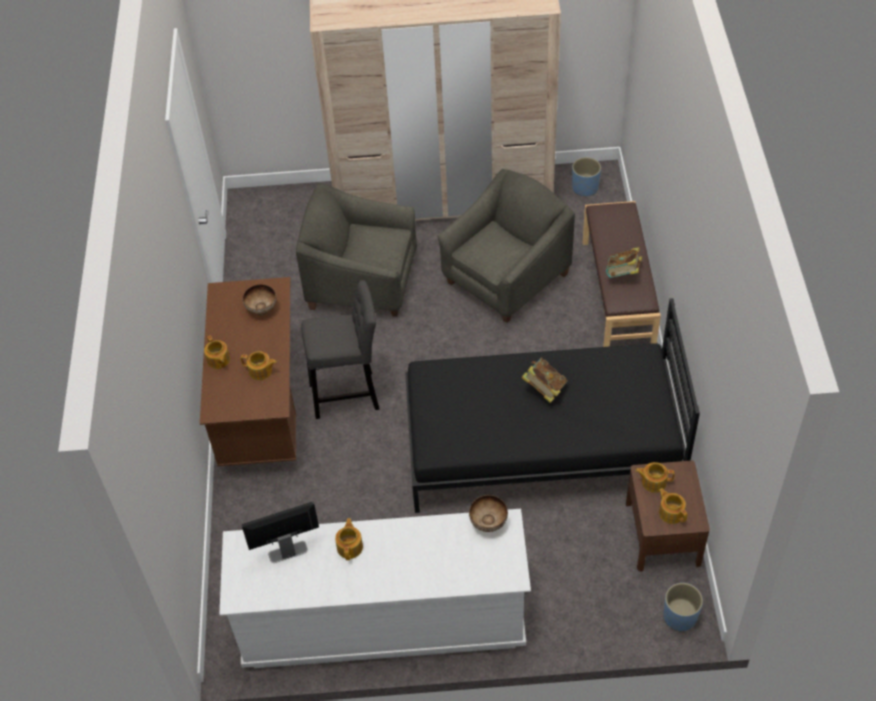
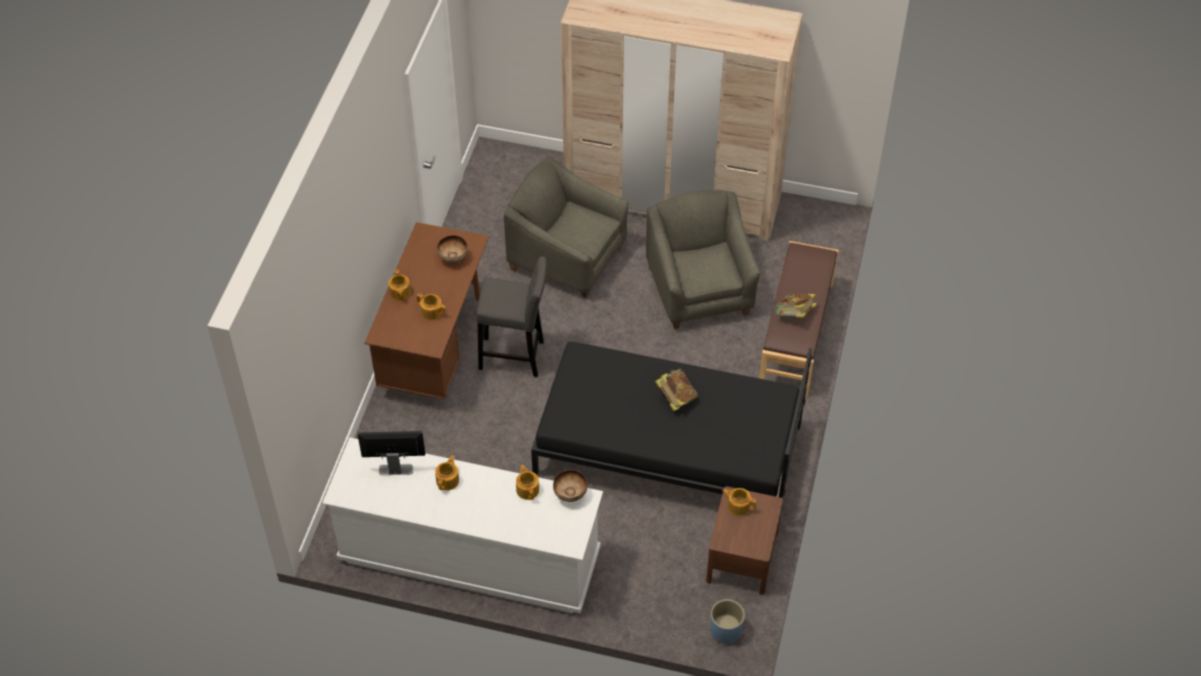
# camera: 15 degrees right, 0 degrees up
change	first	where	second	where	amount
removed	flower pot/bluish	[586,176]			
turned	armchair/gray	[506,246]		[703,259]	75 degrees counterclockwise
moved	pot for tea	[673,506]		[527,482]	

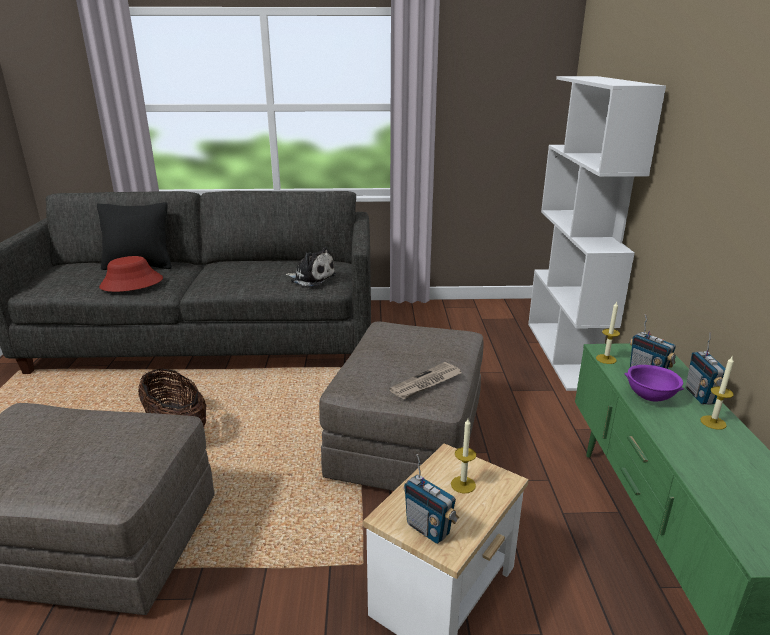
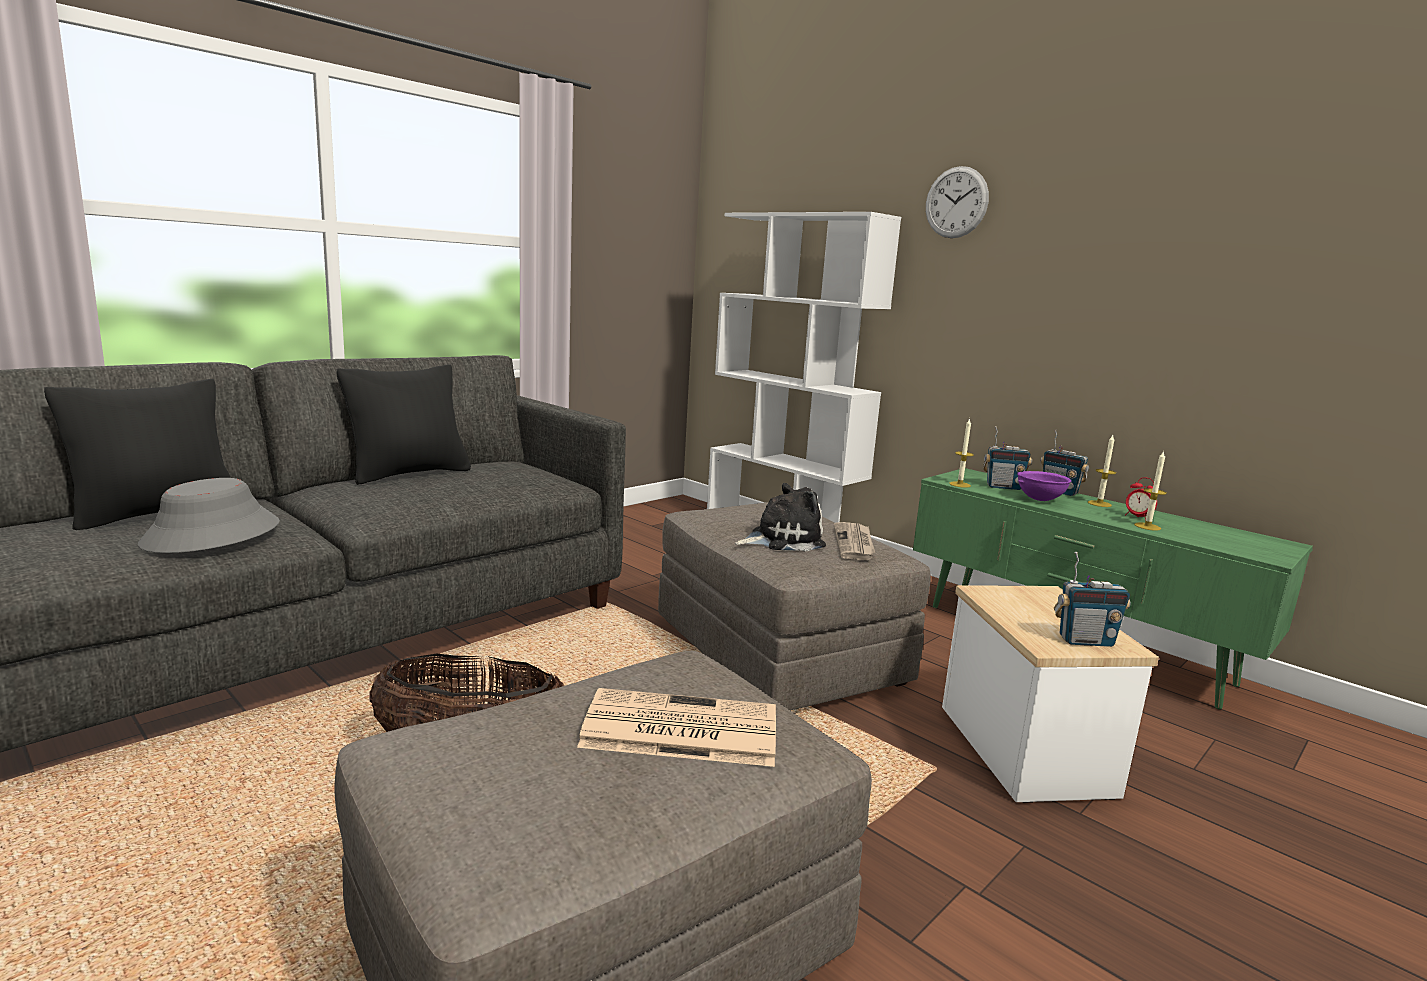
# camera: 45 degrees left, 10 degrees down
change	first	where	second	where	amount
moved	cuddly toy	[311,266]		[780,517]	
recoloured	clothing hat/red-coloured	[131,274]	clothing hat/gray	[209,515]	
moved	wax candle	[463,456]		[1150,490]	
added			wall clock	[957,202]	
added			cushion/black-coloured	[404,424]	
added			alarm clock	[1141,498]	
added			newspaper	[676,727]	

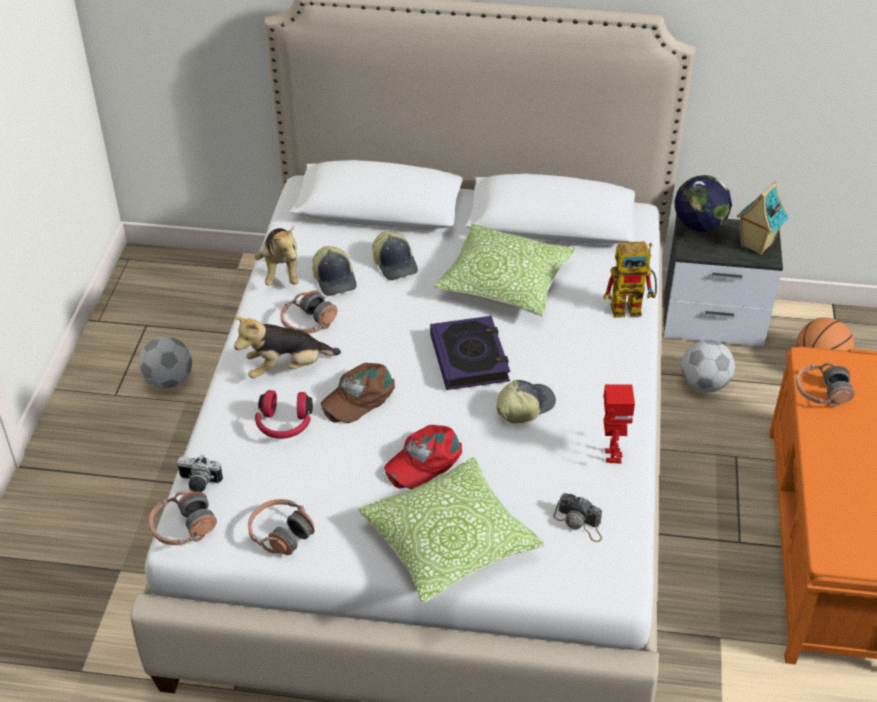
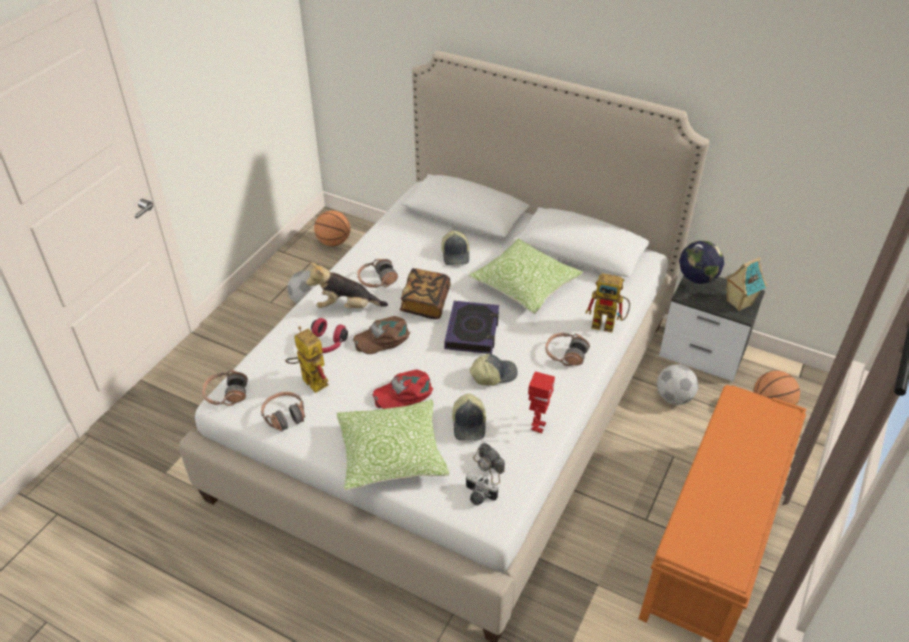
# camera: 20 degrees right, 0 degrees up
change	first	where	second	where	amount
removed	cuddly toy	[276,256]			
moved	peaked cap	[334,271]		[469,417]	
moved	headset	[825,385]		[567,349]	
moved	still camera	[200,473]		[482,488]	
added			basketball	[332,228]	
added			book	[425,294]	
added			model robot	[307,359]	

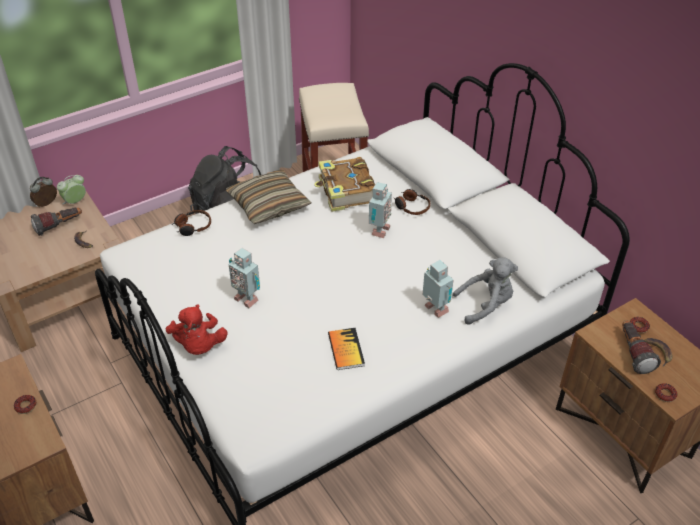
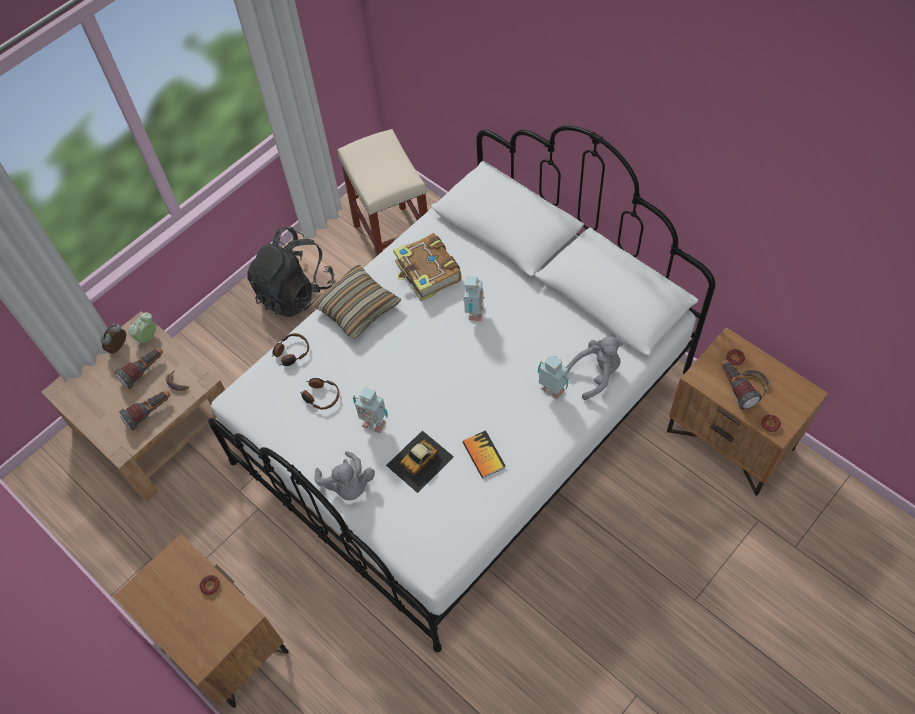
# camera: 10 degrees left, 15 degrees up
change	first	where	second	where	amount
moved	headset	[412,202]		[319,393]	
recoloured	cuddly toy/red-coloured	[196,329]	cuddly toy/gray	[344,475]	
added			flashlight	[144,410]	
added			miniature car	[420,461]	

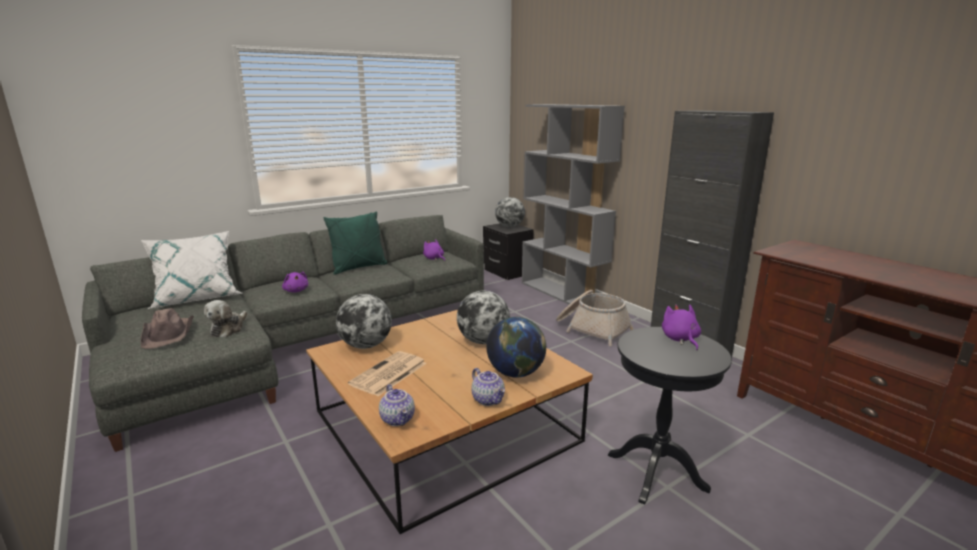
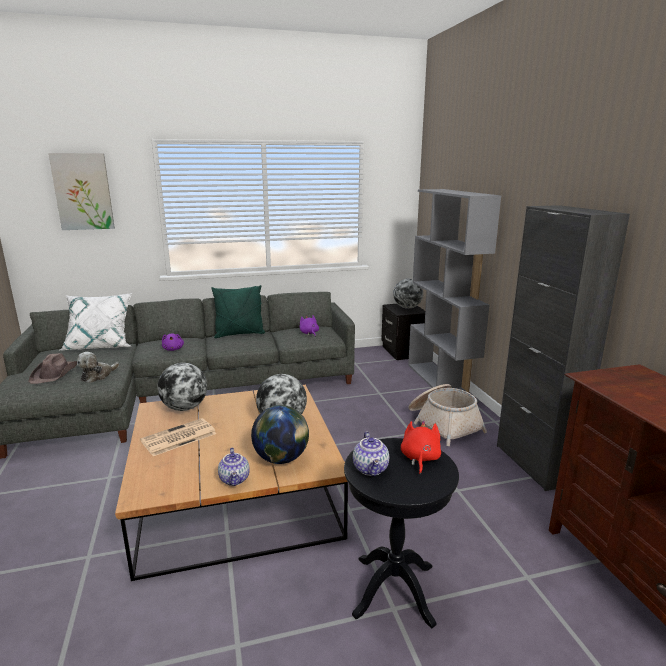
# camera: 20 degrees right, 0 degrees up
change	first	where	second	where	amount
recoloured	cuddly toy/purple	[681,327]	cuddly toy/red-coloured	[421,447]	
moved	pot for tea	[397,405]		[371,453]	
added			wall art	[81,191]	

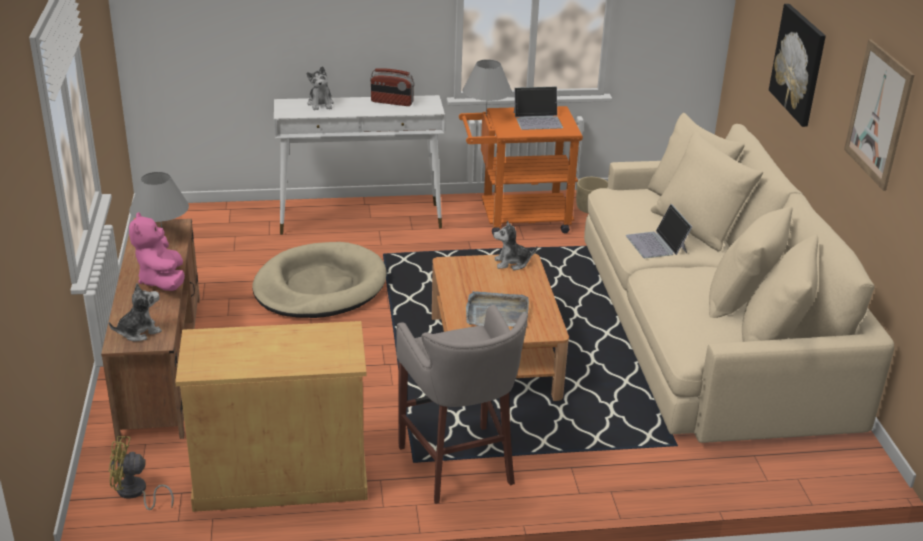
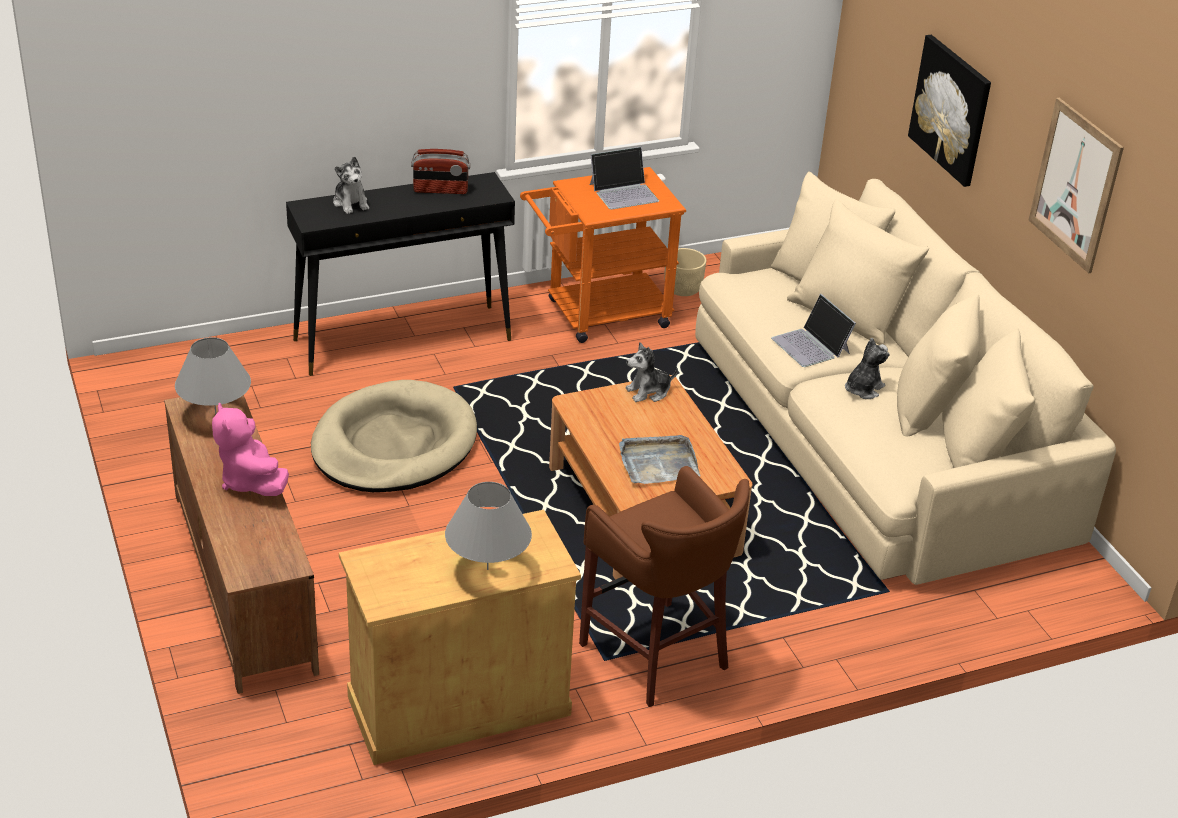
# camera: 15 degrees left, 5 degrees up
change	first	where	second	where	amount
moved	lamp for a table/gray	[487,87]		[488,526]	
recoloured	hall table/whitish	[359,165]	hall table/black-coloured	[400,274]	
moved	cuddly toy	[135,312]		[867,368]	
recoloured	stool seat/gray	[462,404]	stool seat/brown-coloured	[664,586]	
removed	electric fan/yellowish	[141,473]			

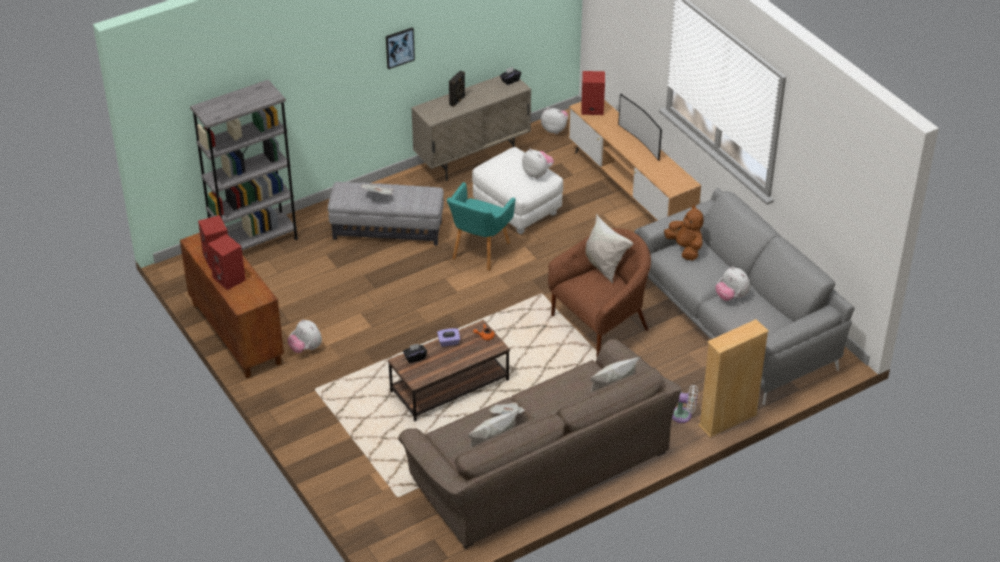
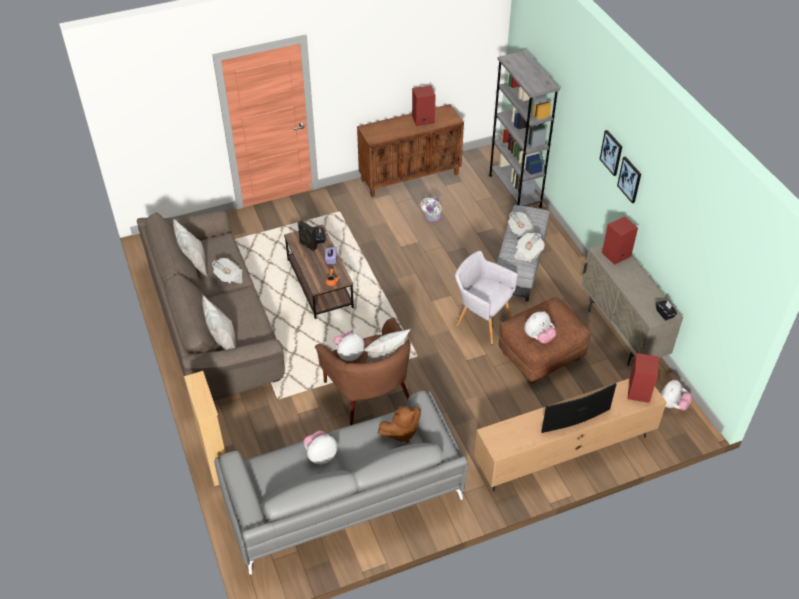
# camera: 100 degrees right, 5 degrees up
change	first	where	second	where	amount
moved	loudspeaker/black-coloured	[457,89]		[307,235]	
recoloured	footrest/whitish	[517,190]	footrest/brown-coloured	[545,340]	
recoloured	armchair/turquoise	[481,226]	armchair/gray	[486,297]	
moved	loudspeaker/red-coloured	[227,262]		[620,240]	
moved	cuddly toy	[305,336]		[349,346]	
moved	electric fan/whitish	[685,404]		[431,209]	
added			wall art	[611,153]	
added			newspaper	[529,247]	

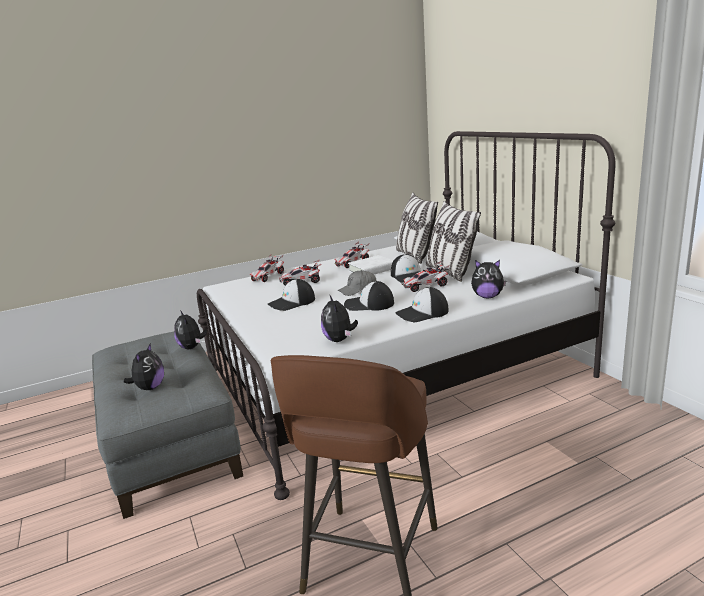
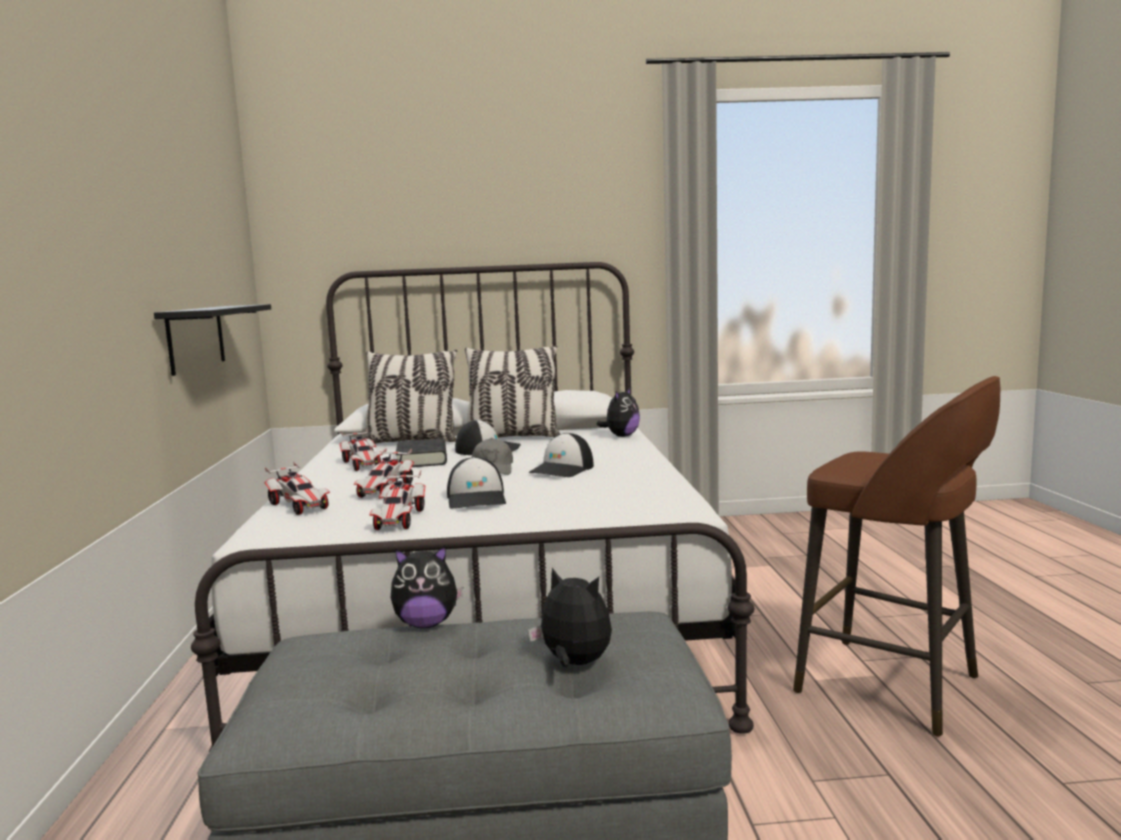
# camera: 70 degrees left, 10 degrees down
change	first	where	second	where	amount
recoloured	book/whitish	[371,264]	book/black-coloured	[421,452]	
moved	miniature car	[426,276]		[397,500]	
removed	peaked cap	[422,304]			
removed	cuddly toy	[339,318]			
added			wall shelf/black-coloured	[212,340]	

